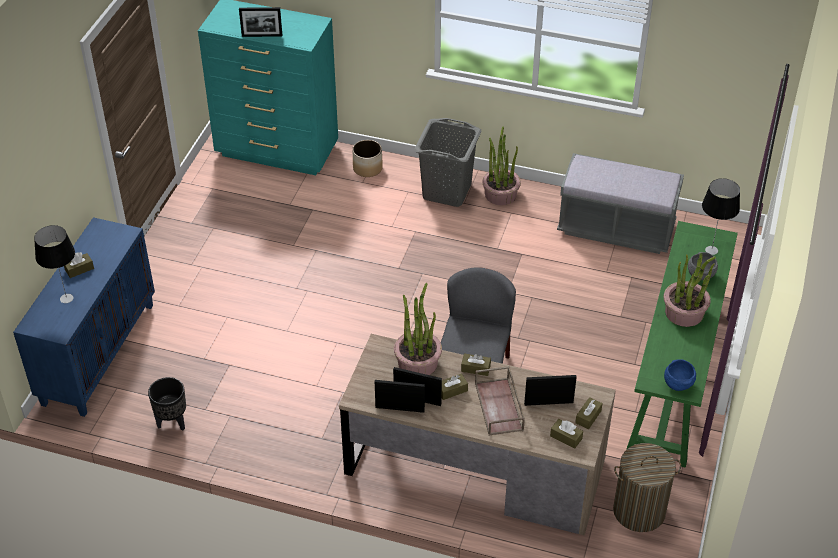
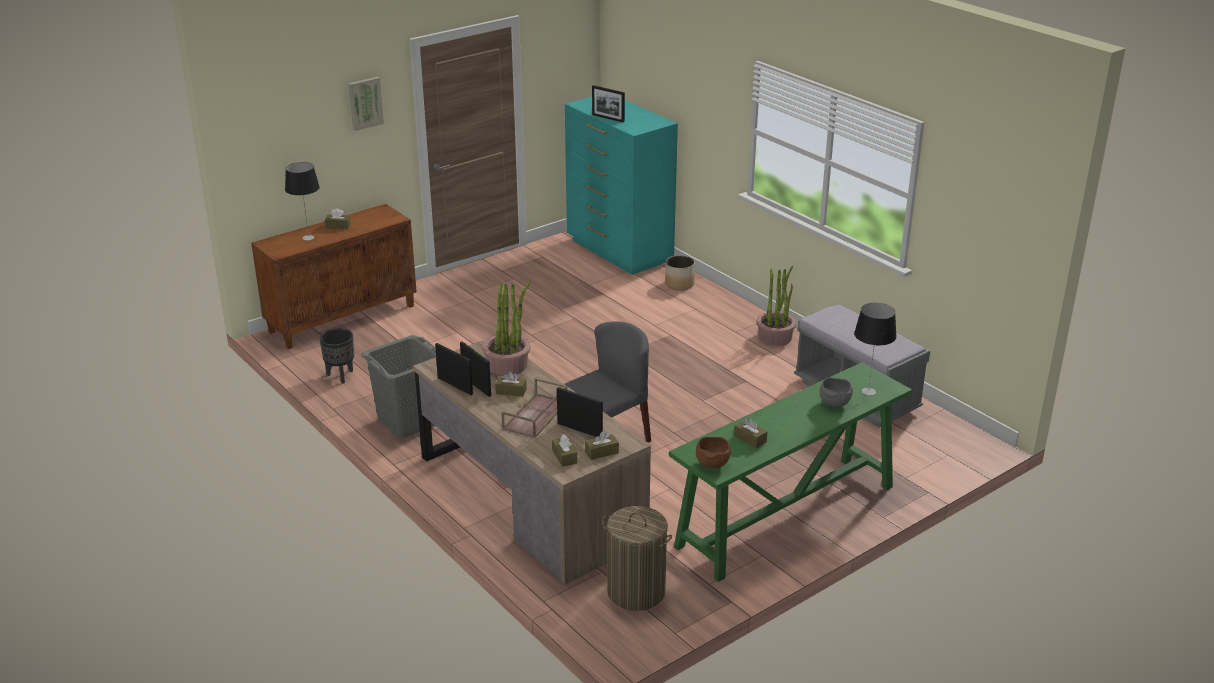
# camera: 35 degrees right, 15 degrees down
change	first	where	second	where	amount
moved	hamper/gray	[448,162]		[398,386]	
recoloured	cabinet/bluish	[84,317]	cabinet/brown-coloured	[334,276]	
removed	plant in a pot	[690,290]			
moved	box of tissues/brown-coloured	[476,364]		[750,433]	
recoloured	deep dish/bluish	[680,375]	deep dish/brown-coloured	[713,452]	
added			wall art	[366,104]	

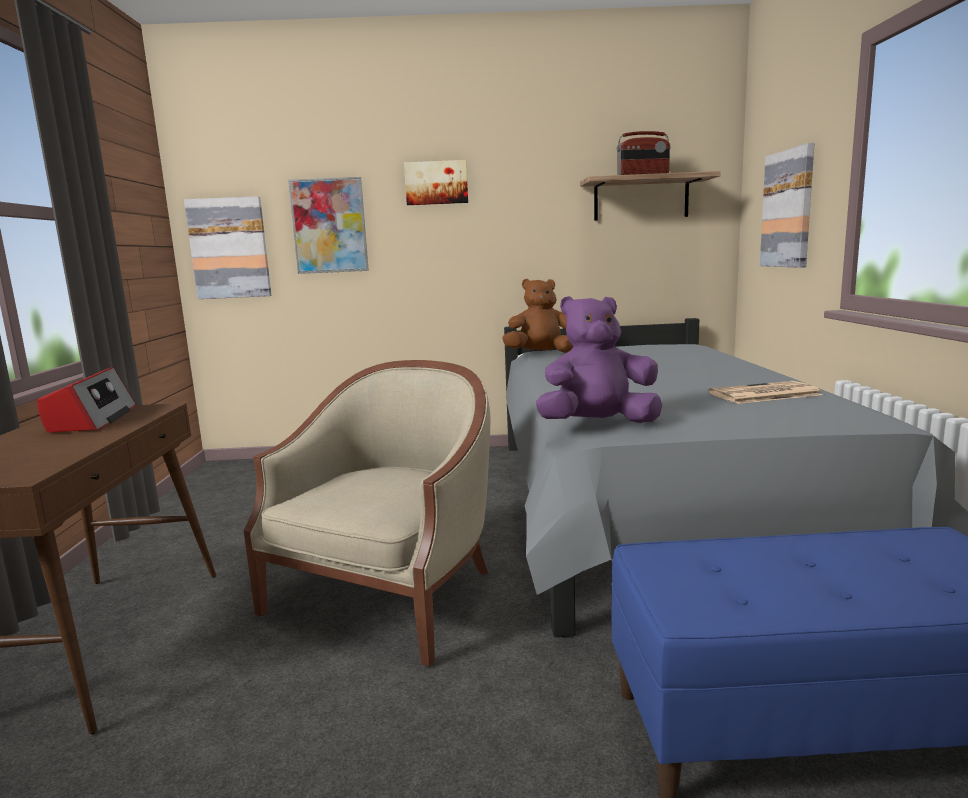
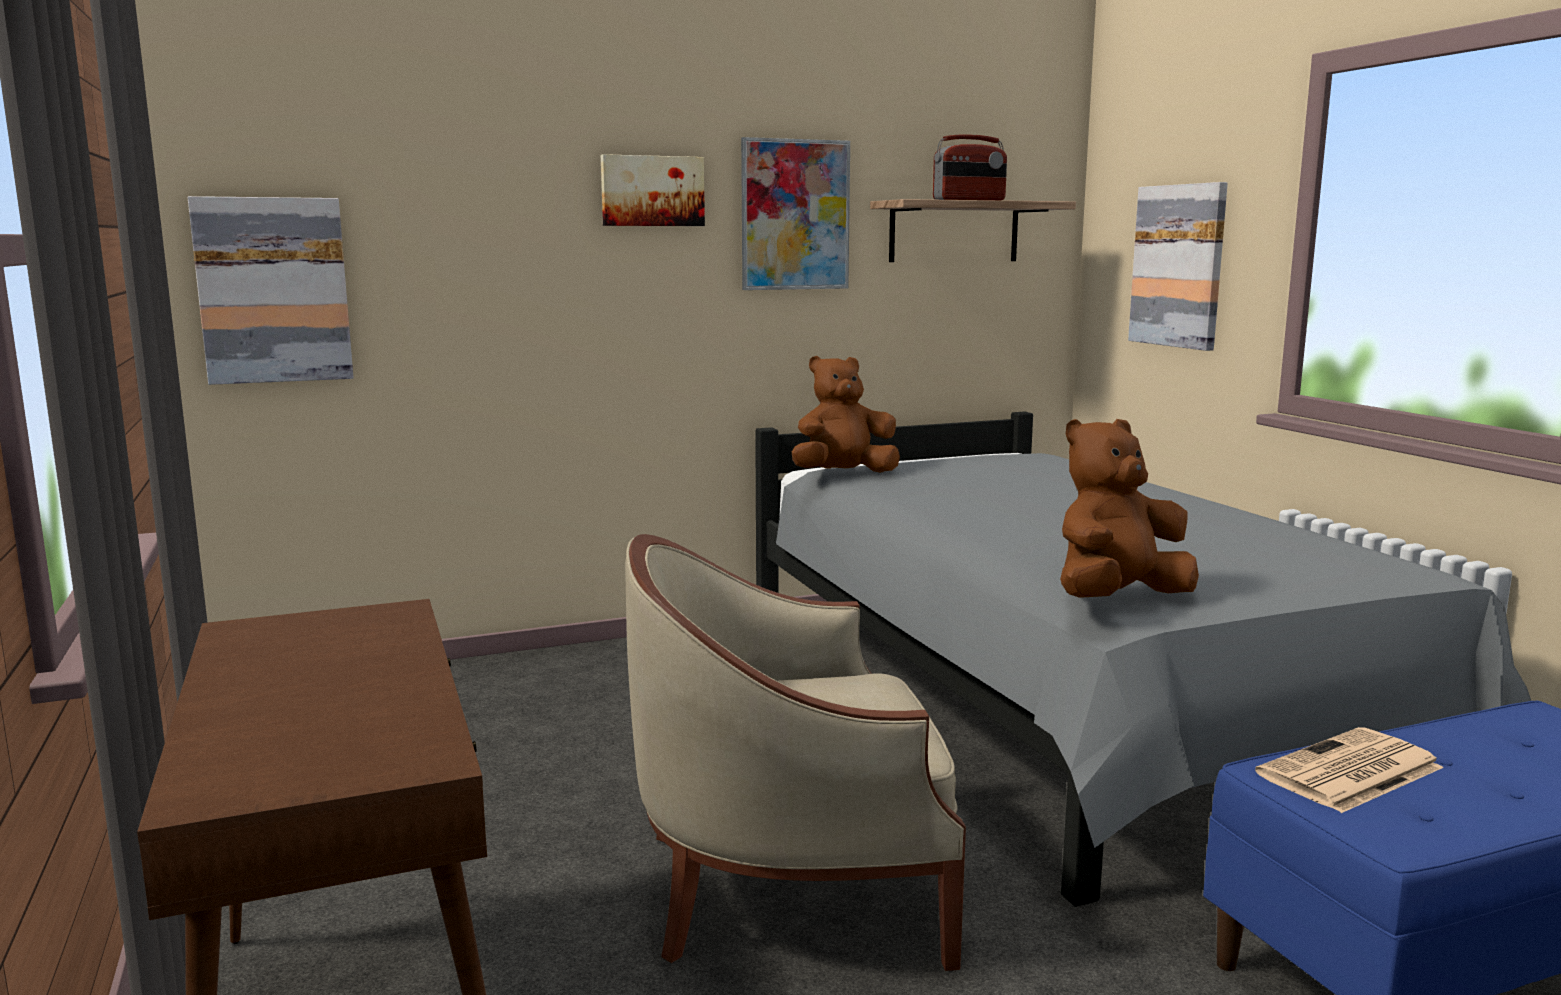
# camera: 20 degrees left, 0 degrees up
change	first	where	second	where	amount
moved	wall art	[328,225]		[795,213]	
recoloured	cuddly toy/purple	[599,359]	cuddly toy/brown-coloured	[1129,508]	
turned	armchair/beige	[367,513]		[795,752]	105 degrees counterclockwise
removed	radio receiver	[86,399]			
moved	newspaper	[766,392]		[1349,770]	

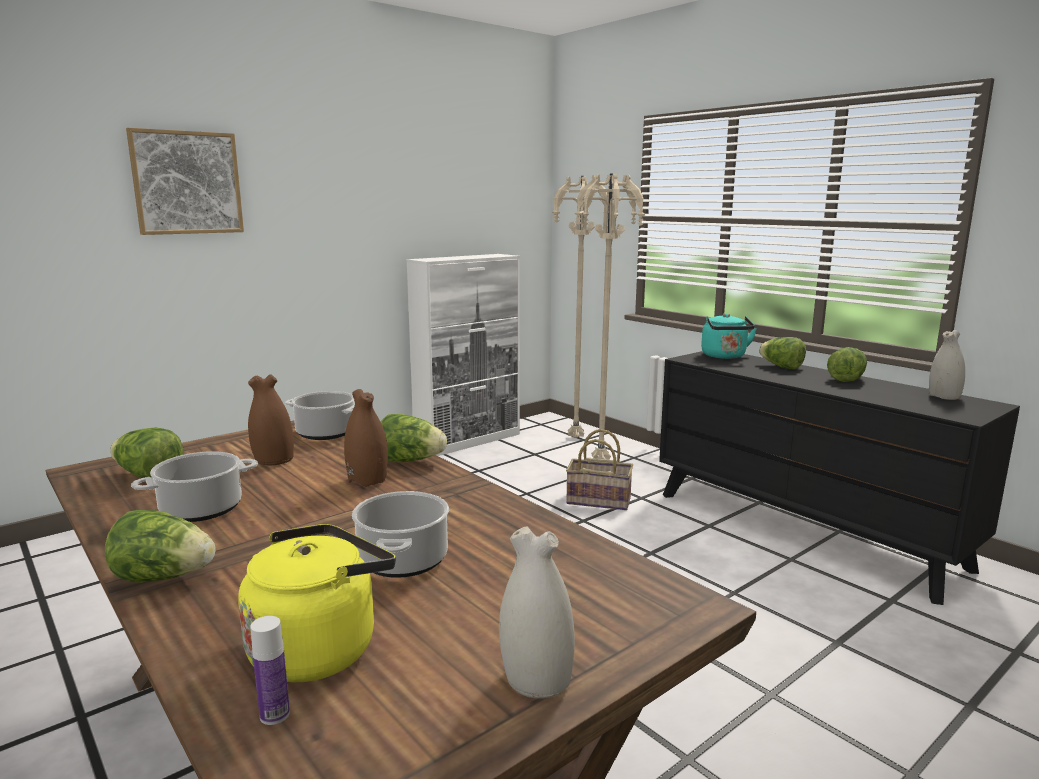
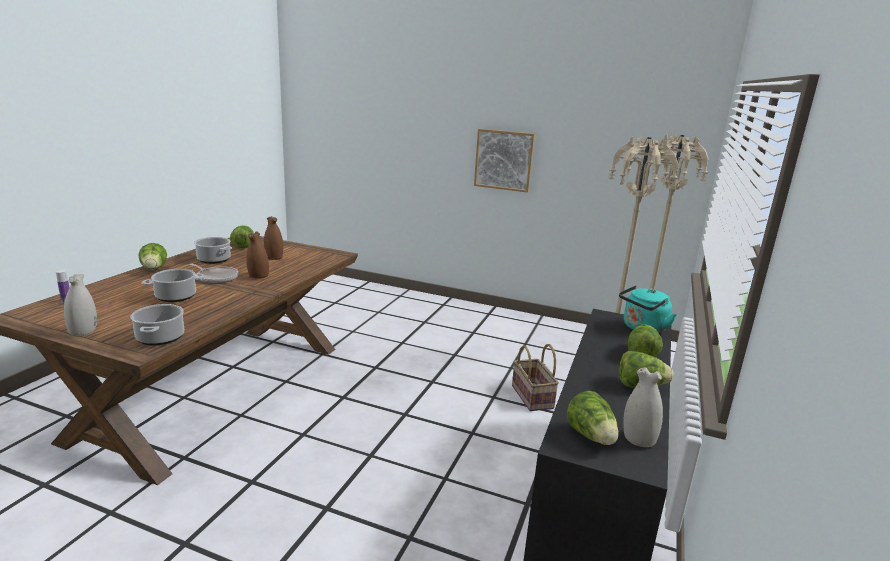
# camera: 60 degrees right, 5 degrees up
change	first	where	second	where	amount
moved	wall art	[185,181]		[504,161]	
removed	cabinet/whitish	[463,355]			
moved	saucepot	[320,415]		[157,324]	
moved	head of lettuce	[414,438]		[592,418]	
removed	tea kettle/yellowish	[317,603]			
added			pan	[214,274]	

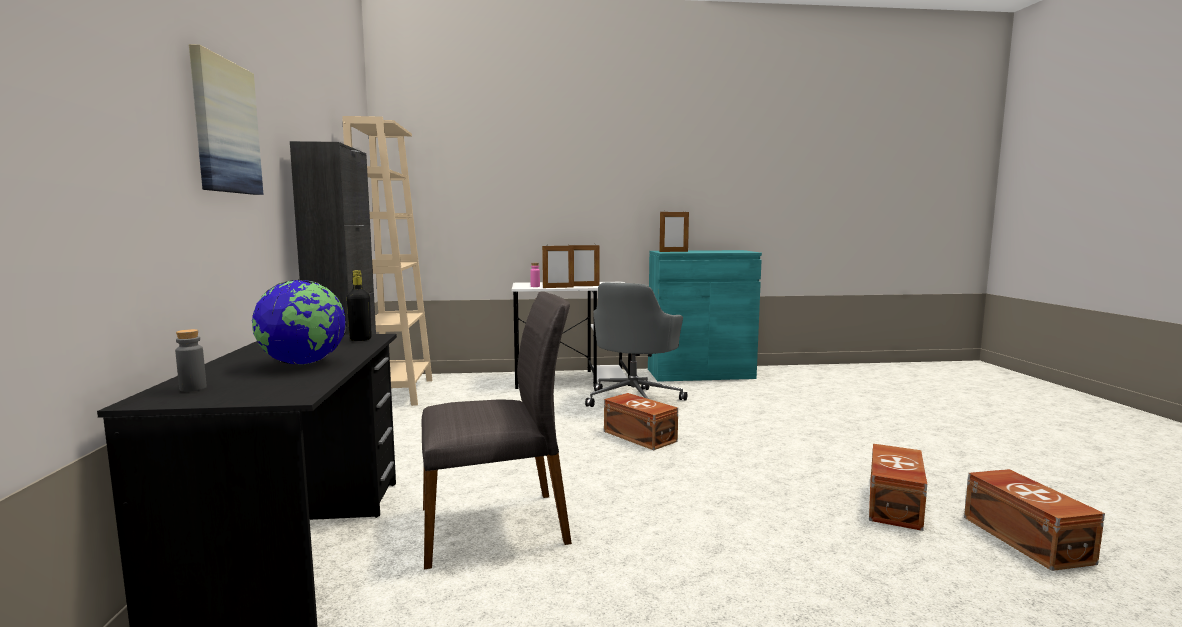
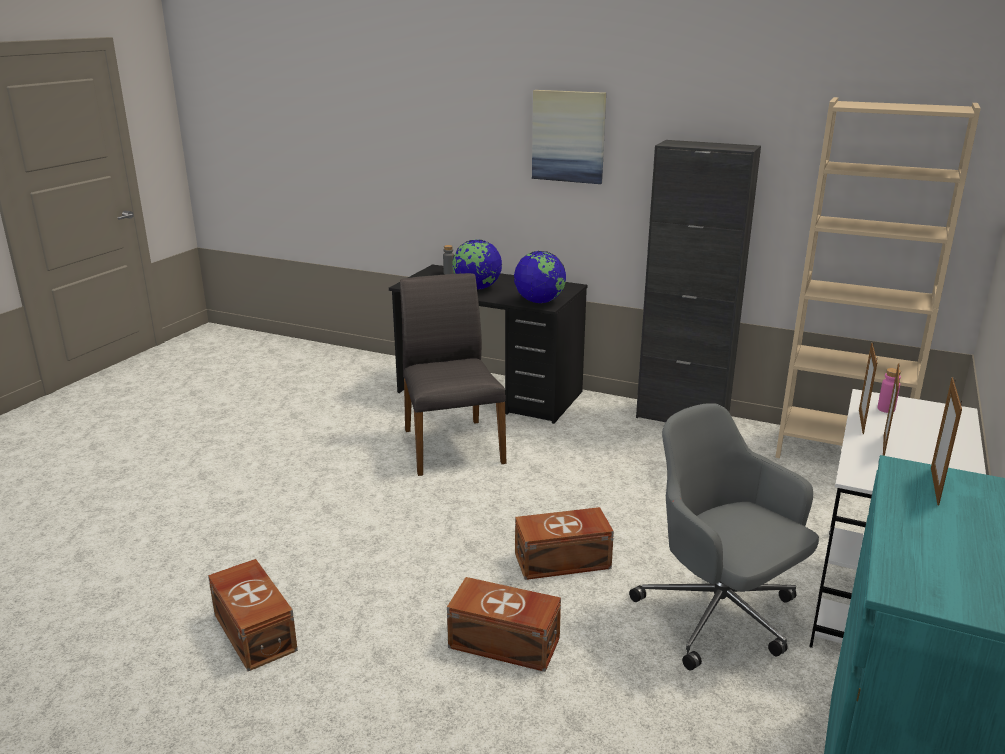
# camera: 120 degrees right, 15 degrees up
change	first	where	second	where	amount
replaced	beverage bottle/black-coloured	[359,305]	globe	[540,277]	
turned	plain chair/gray	[496,430]		[453,374]	150 degrees clockwise
moved	storage container/brown-coloured	[1034,520]		[504,624]	

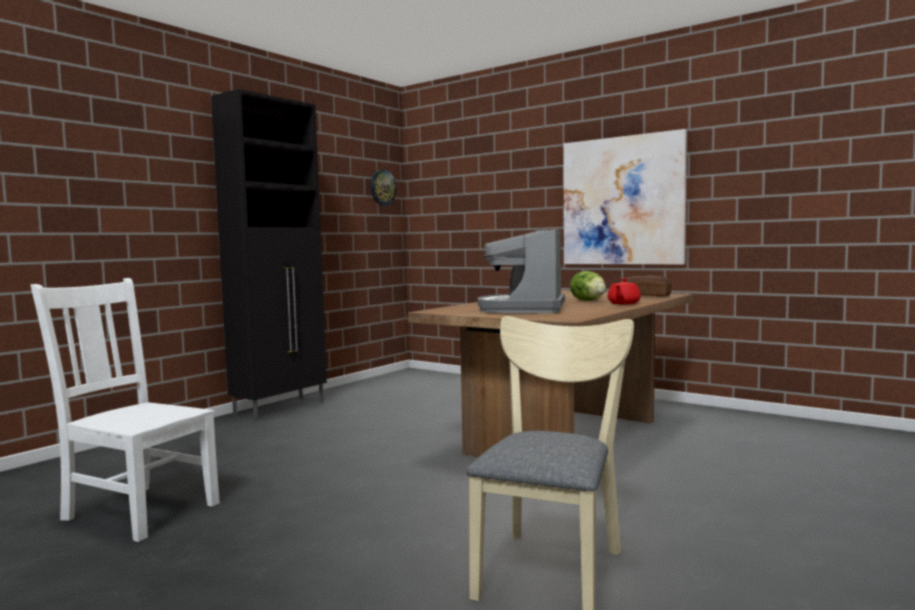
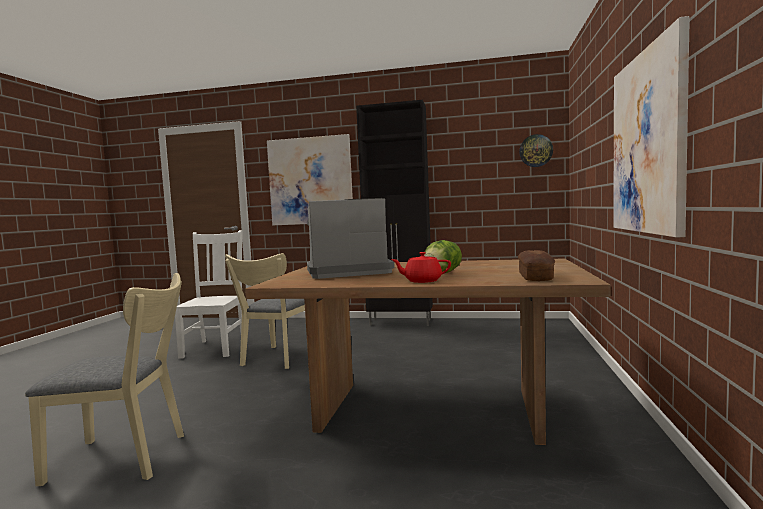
# camera: 65 degrees right, 0 degrees up
change	first	where	second	where	amount
added			wall art	[310,179]	
added			plain chair/beige	[265,311]	

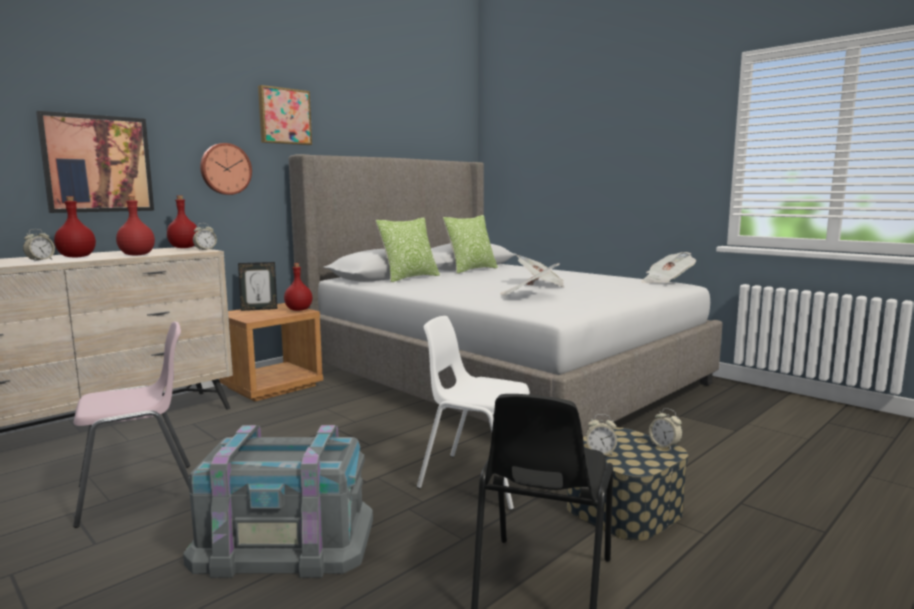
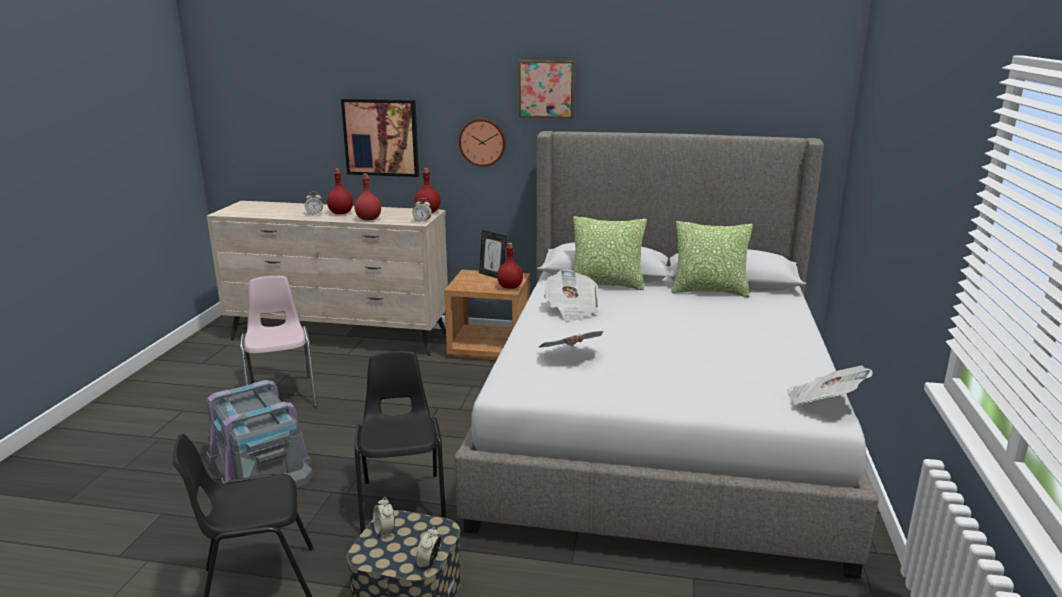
# camera: 55 degrees right, 10 degrees up
change	first	where	second	where	amount
moved	newspaper	[540,271]		[571,295]	
recoloured	plain chair/whitish	[473,413]	plain chair/black-coloured	[400,442]	
turned	plain chair/pink-coloured	[131,424]		[278,341]	135 degrees counterclockwise

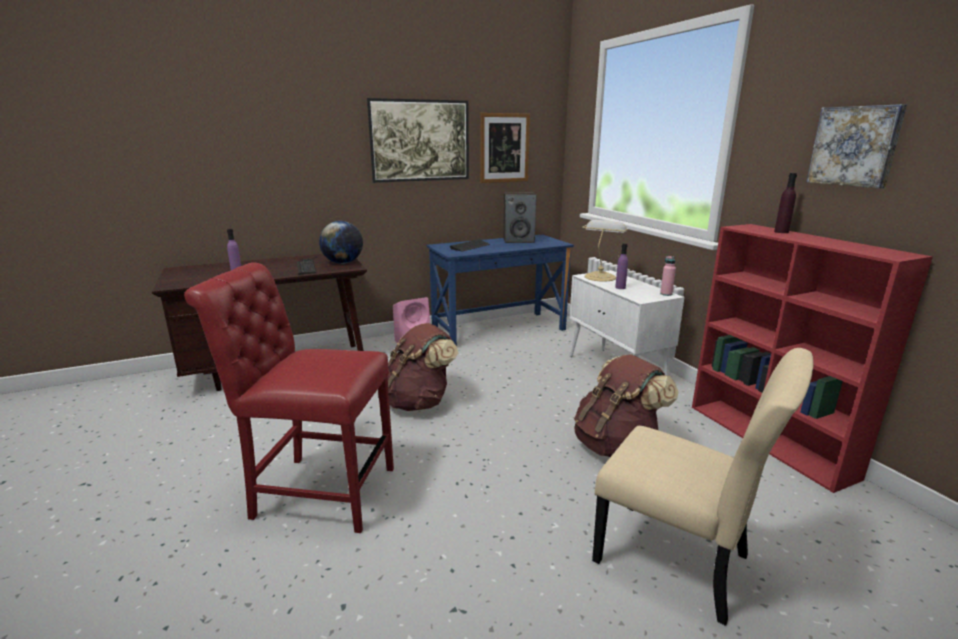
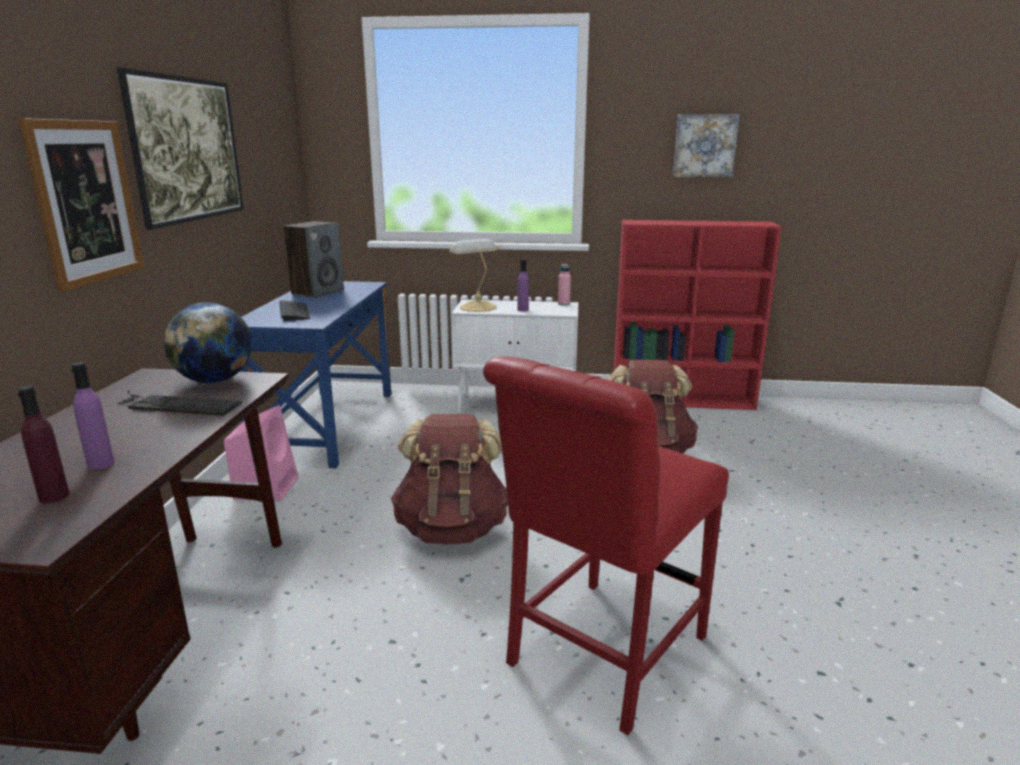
# camera: 60 degrees left, 0 degrees up
change	first	where	second	where	amount
moved	wall art	[505,148]		[81,205]	
moved	beverage bottle/purple	[785,203]		[43,444]	
removed	plain chair/beige	[702,487]			

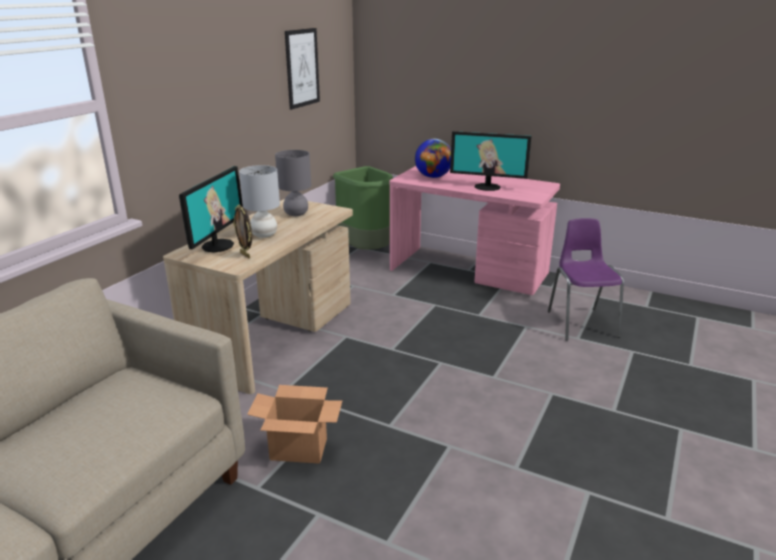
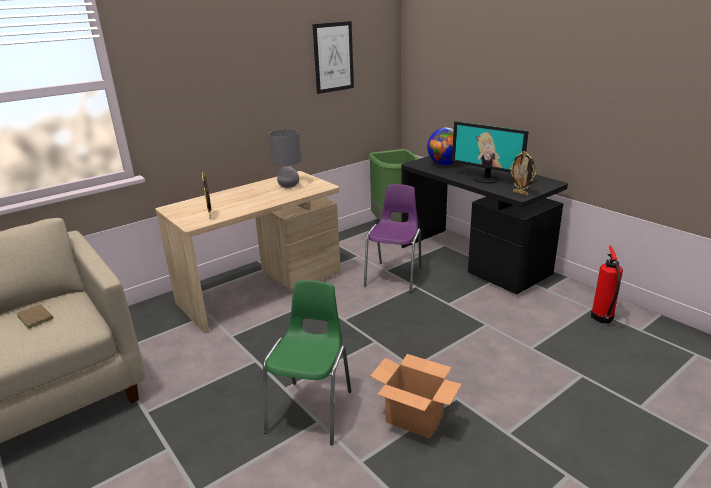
# camera: 25 degrees right, 0 degrees up
change	first	where	second	where	amount
removed	lamp for a table/gray	[259,201]			
removed	computer display	[211,209]			
recoloured	desk table/pink-coloured	[475,230]	desk table/black-coloured	[484,225]	
moved	plain chair/purple	[586,279]		[393,238]	
moved	cardboard box	[295,424]		[416,396]	
added			photo frame	[523,173]	
added			extinguisher	[607,284]	
added			plain chair/green-coloured	[307,362]	
added			book/brown-coloured	[34,315]	

